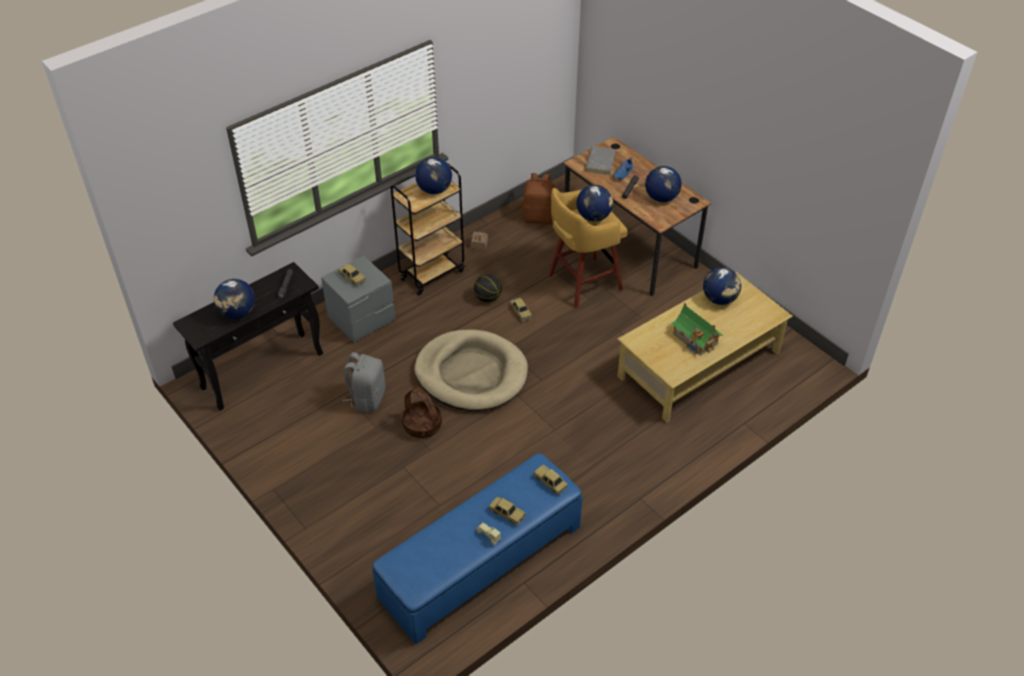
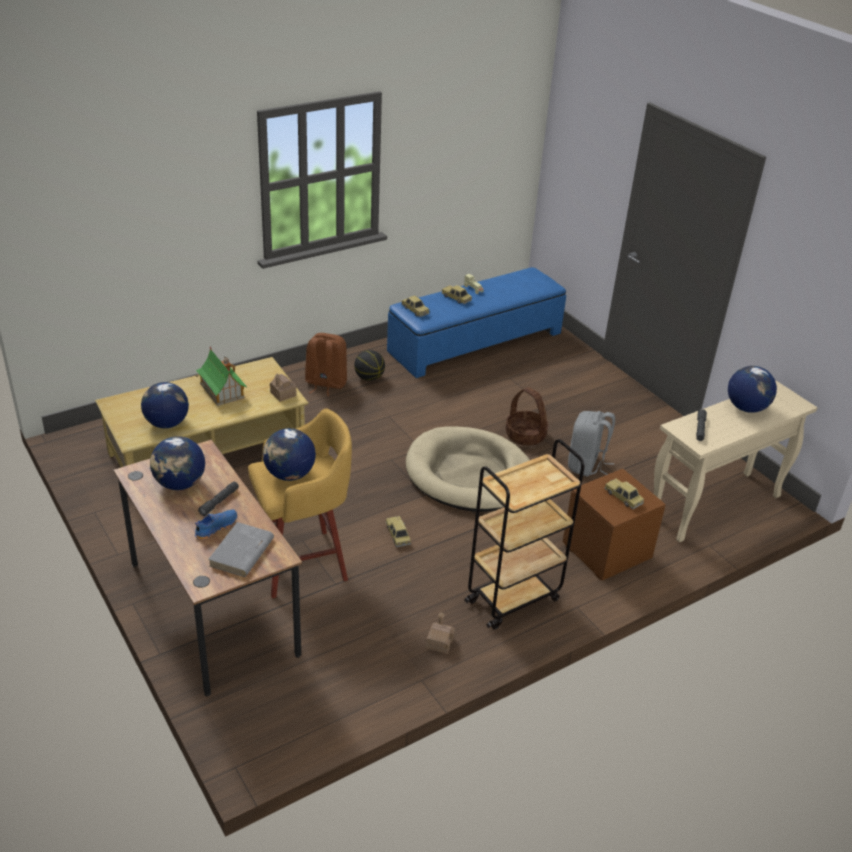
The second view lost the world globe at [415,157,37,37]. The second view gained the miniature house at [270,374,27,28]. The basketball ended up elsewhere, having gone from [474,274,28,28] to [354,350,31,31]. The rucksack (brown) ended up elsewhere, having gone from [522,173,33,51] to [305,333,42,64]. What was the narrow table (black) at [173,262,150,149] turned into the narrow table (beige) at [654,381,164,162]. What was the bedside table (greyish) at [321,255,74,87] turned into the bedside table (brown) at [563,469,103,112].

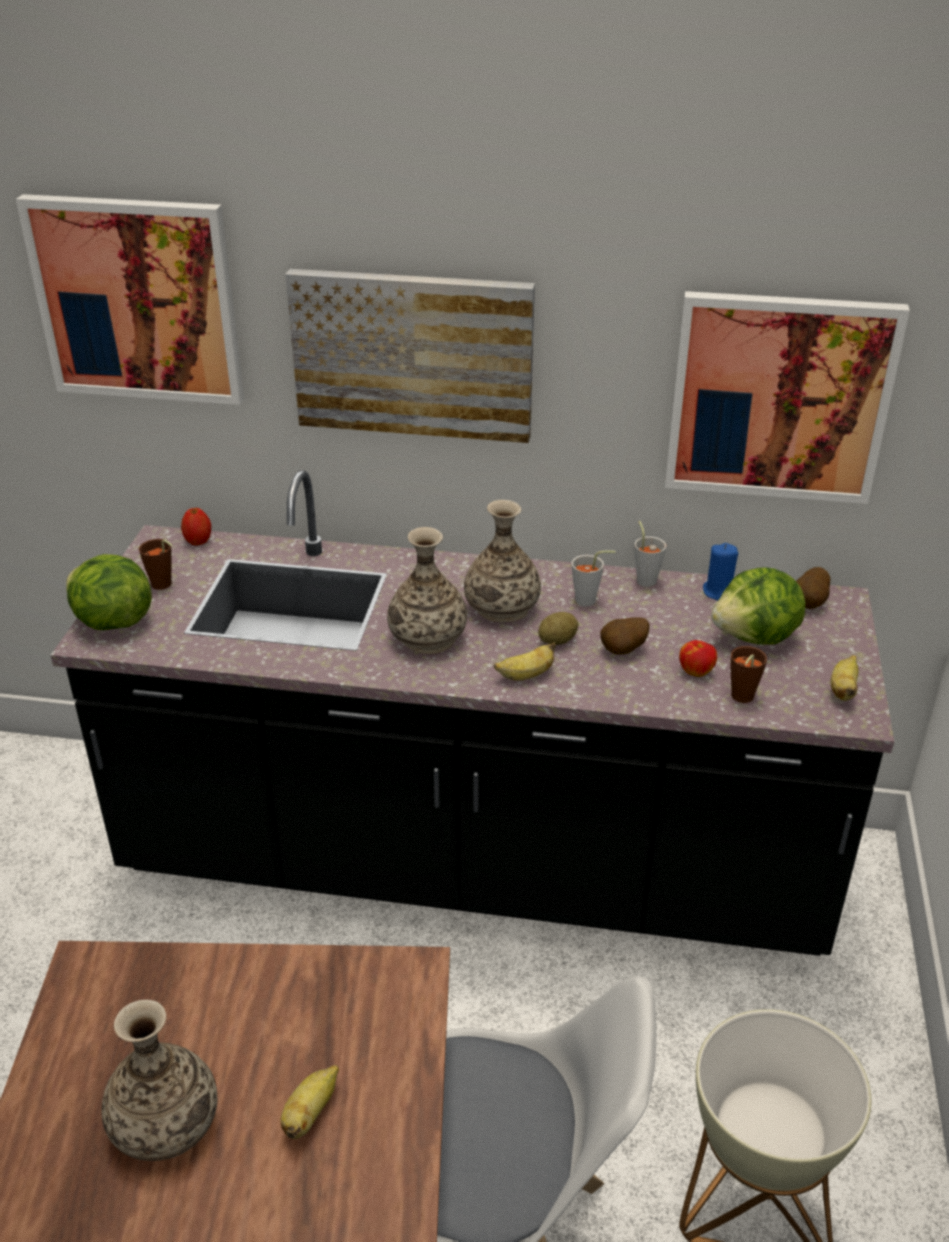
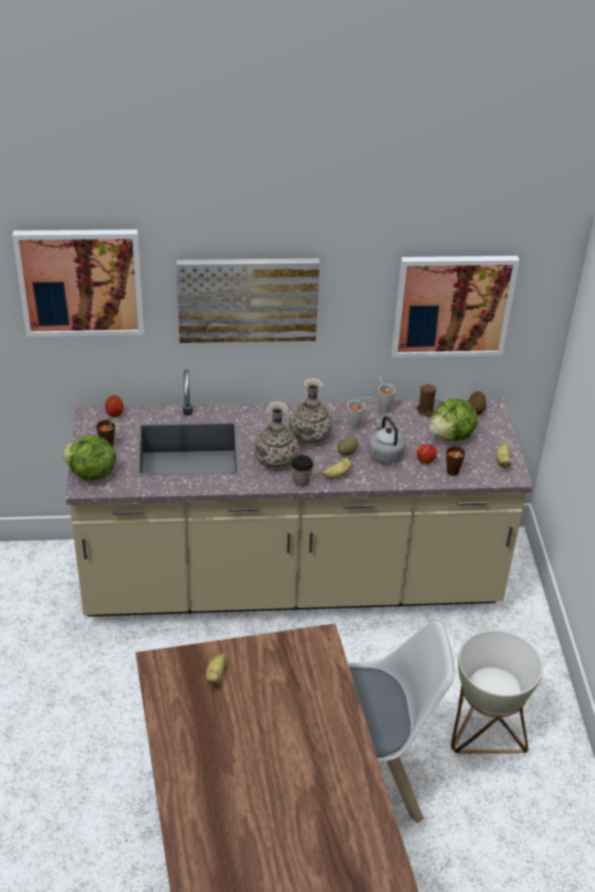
The second view lost the flower vase at [102,1000,115,161]. The second view gained the drinking cup at [291,455,22,32]. The banana ended up elsewhere, having gone from [280,1065,59,74] to [206,653,19,33]. Where the potato stood at [600,617,50,38], the kettle (greyish) came to stand at [368,416,37,48]. What was the kitchen counter (black) at [51,470,843,486] turned into the kitchen counter (beige) at [66,370,467,247]. What was the wax light (blue-coloured) at [703,543,35,58] turned into the wax light (brown) at [416,384,20,33].

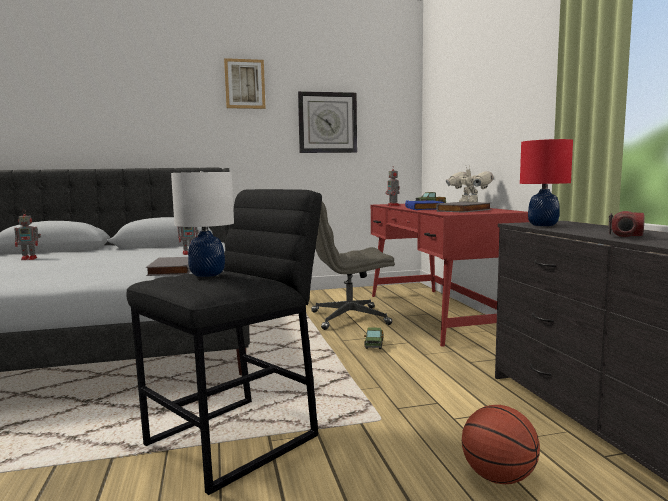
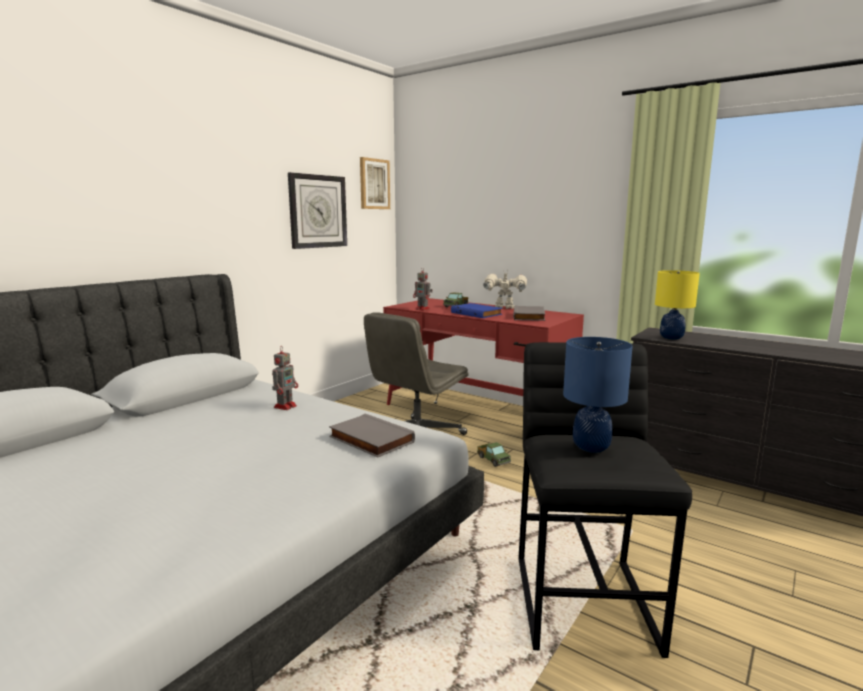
The second view lost the toy robot at [14,211,27,49]. The second view lost the basketball at [462,405,78,79]. The second view lost the torch at [608,211,37,26]. The wall picture ended up elsewhere, having gone from [224,58,41,51] to [360,157,30,52]. What was the lamp for a table (white) at [171,171,63,106] turned into the lamp for a table (blue-coloured) at [563,337,70,116]. What was the lamp for a table (reddish) at [520,139,53,87] turned into the lamp for a table (yellowish) at [655,270,45,70].

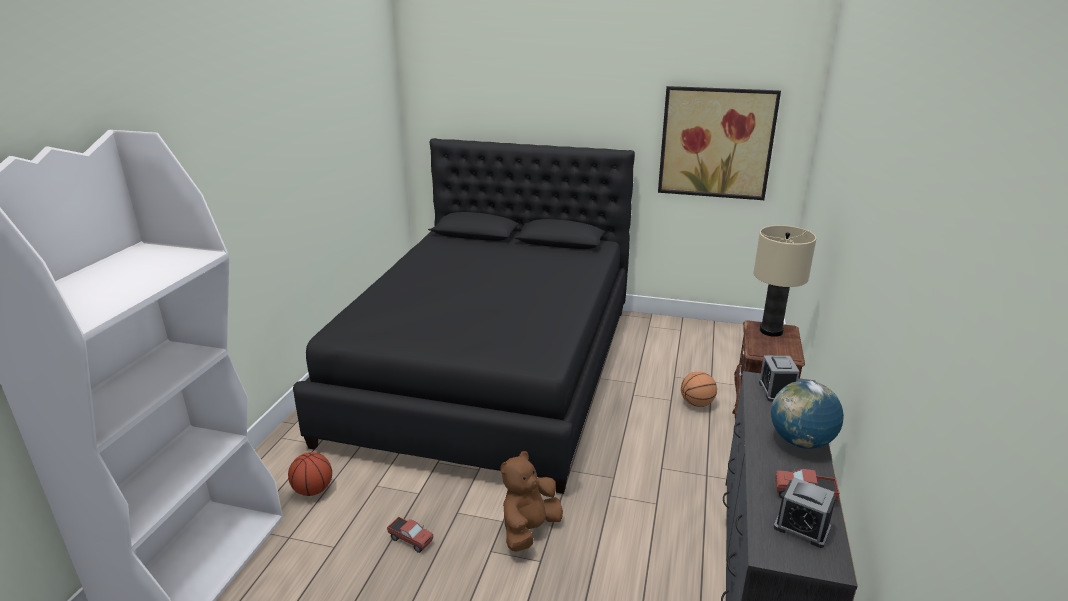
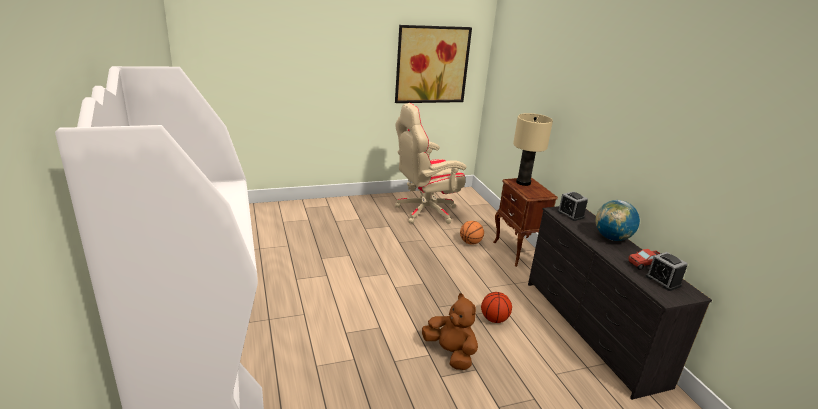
The second view lost the bedroom bed (black) at [293,138,342,356]. The second view lost the toy truck at [387,516,46,37]. The second view gained the desk chair (beige) at [395,103,72,121]. The basketball ended up elsewhere, having gone from [288,452,44,44] to [481,292,31,31]. The cuddly toy (brown) at [500,451,63,101] ended up facing another way, 135 degrees clockwise from before. The bedside clock at [774,477,62,71] ended up facing another way, 60 degrees clockwise from before.

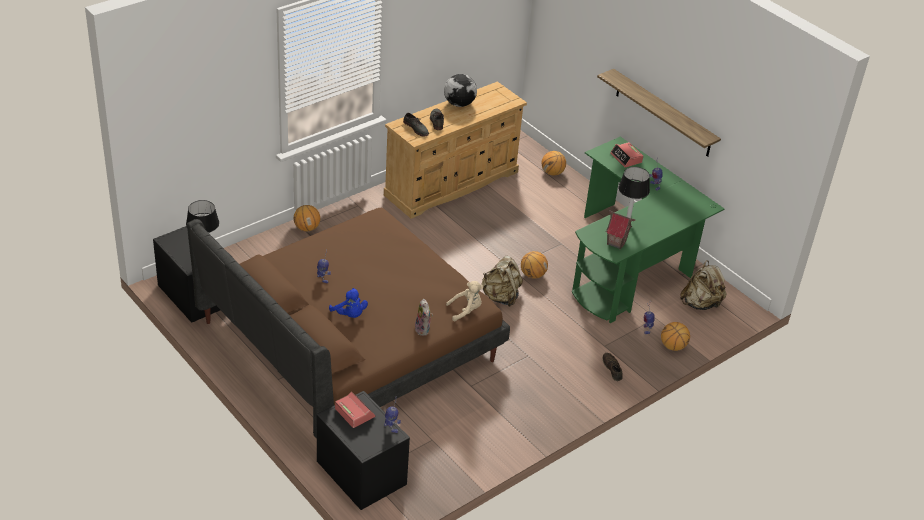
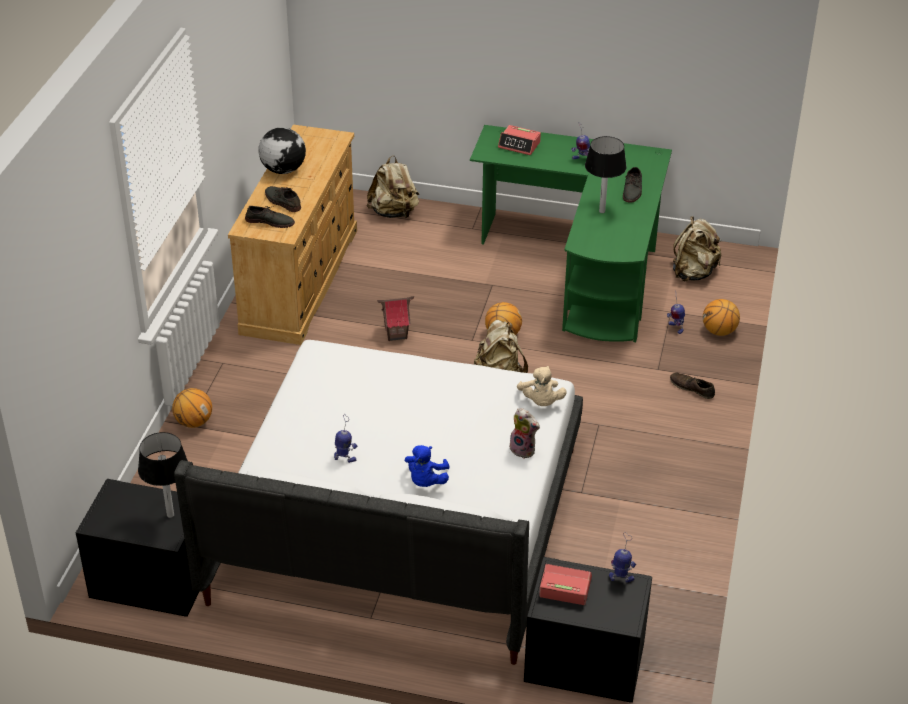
The second view lost the wall shelf at [597,69,124,88]. The second view gained the shoe (greyish) at [623,167,19,35]. The miniature house ended up elsewhere, having gone from [606,210,29,39] to [377,296,37,45]. Where the basketball stood at [542,151,24,25], the rucksack (beige) came to stand at [367,155,52,63]. What was the bedroom bed (brown) at [187,208,323,231] turned into the bedroom bed (white) at [174,340,409,325]. The cuddly toy (blue-coloured) at [329,288,39,30] ended up facing another way, 90 degrees clockwise from before. The cuddly toy (beige) at [446,281,37,40] ended up facing another way, 135 degrees clockwise from before.

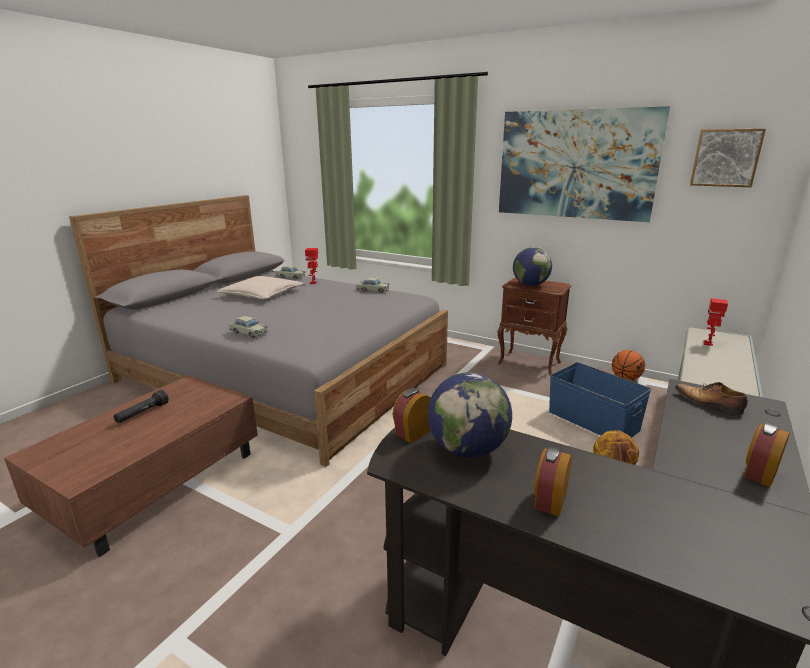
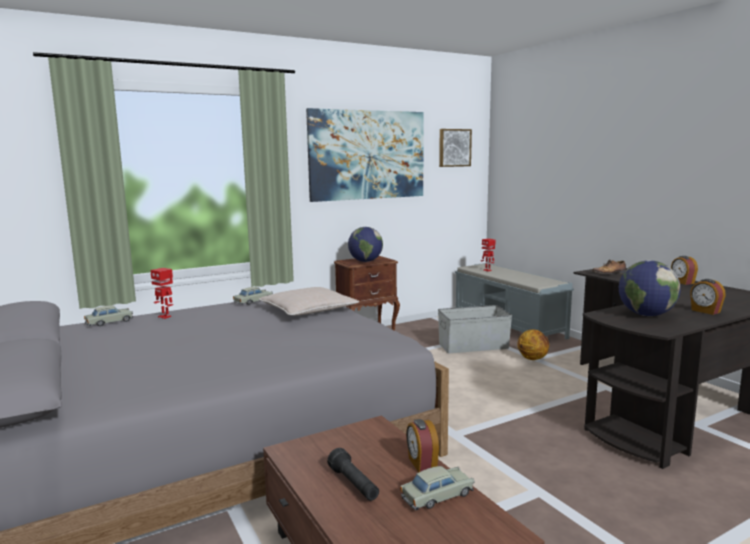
The second view lost the basketball at [612,350,33,30]. The cushion (beige) ended up elsewhere, having gone from [217,276,86,23] to [259,287,100,29]. The model car (beige) ended up elsewhere, having gone from [229,316,39,22] to [400,466,74,44]. The bedside clock ended up elsewhere, having gone from [393,388,38,55] to [406,419,33,54]. What was the storage container (blue-coloured) at [549,362,102,76] turned into the storage container (greyish) at [438,305,74,48].

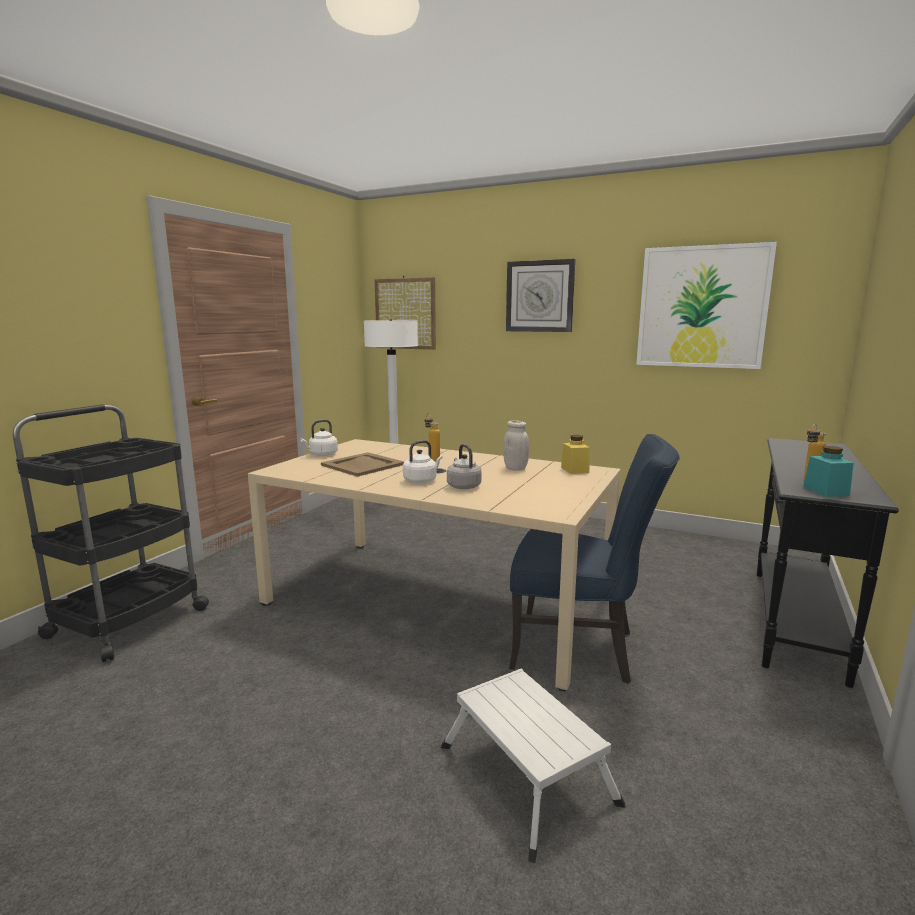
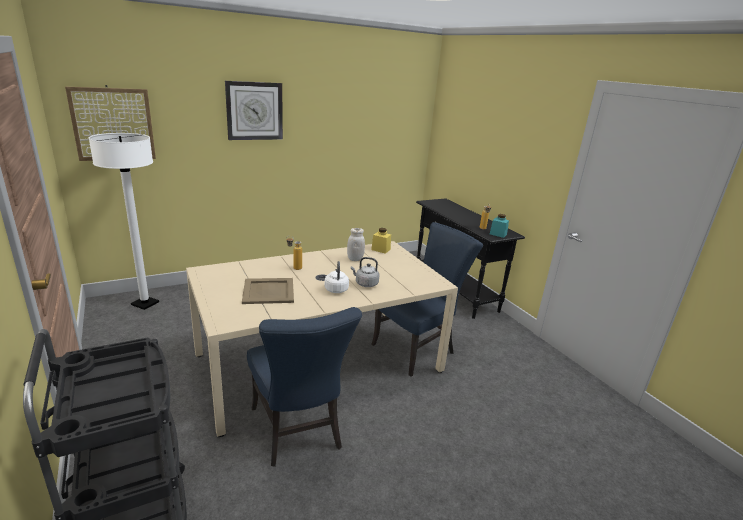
The second view lost the kettle (white) at [301,420,37,36]. The second view lost the step ladder (white) at [441,668,184,195]. The second view lost the wall picture at [636,242,141,127]. The second view gained the upright chair (blue-coloured) at [247,307,115,160].

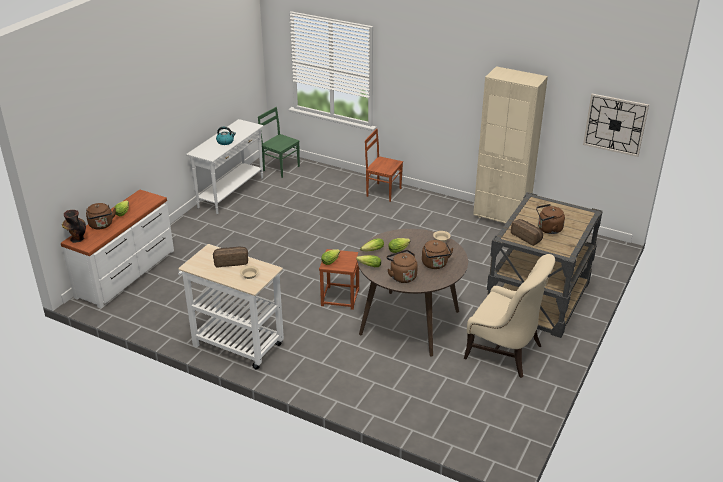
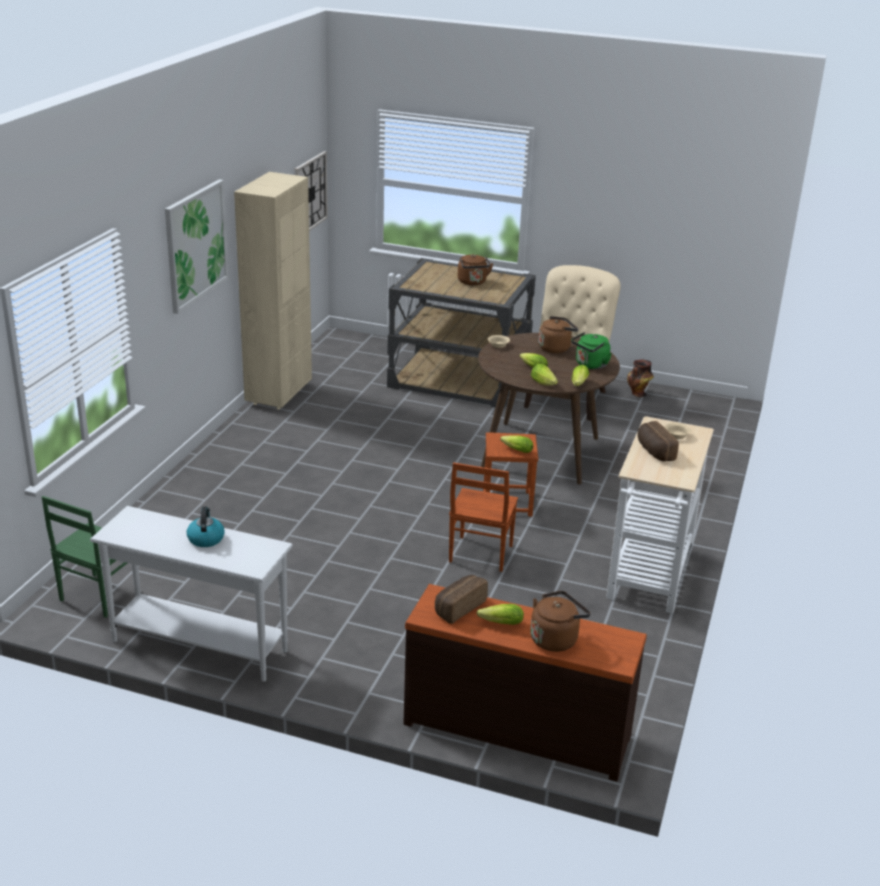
The second view gained the wall picture at [165,179,64,135]. The flower vase ended up elsewhere, having gone from [62,210,24,33] to [627,359,27,38]. The upright chair (brown) ended up elsewhere, having gone from [365,128,38,74] to [449,462,69,110]. The bread ended up elsewhere, having gone from [511,219,32,27] to [435,575,53,49]. What was the chest of drawers (white) at [61,190,113,119] turned into the chest of drawers (brown) at [403,584,244,198]. What was the kettle (brown) at [386,250,32,33] turned into the kettle (greenish) at [571,332,41,37].

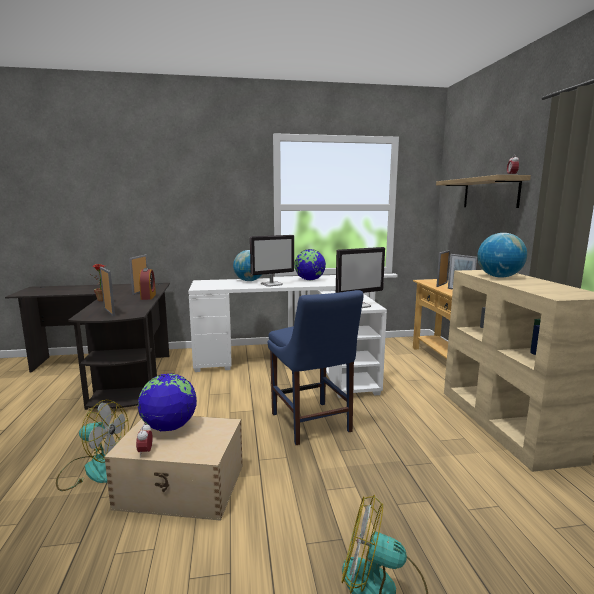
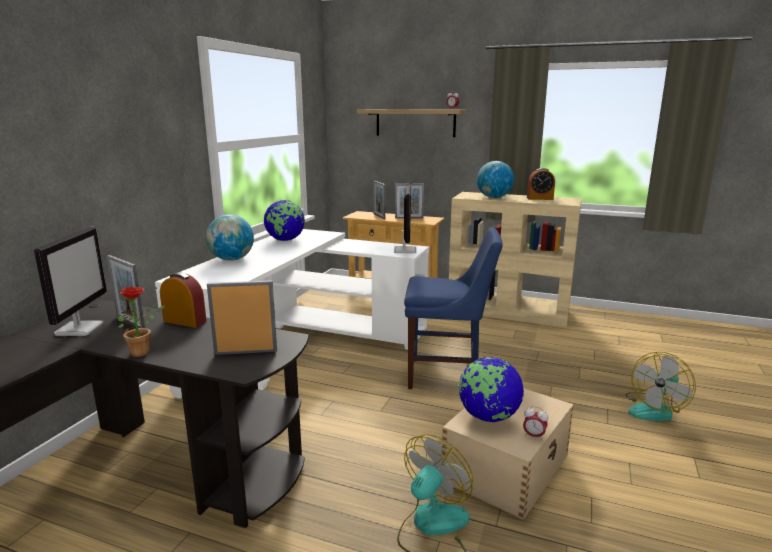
The second view gained the bedside clock at [527,168,28,32]. The computer screen ended up elsewhere, having gone from [250,235,44,52] to [34,227,73,109].

